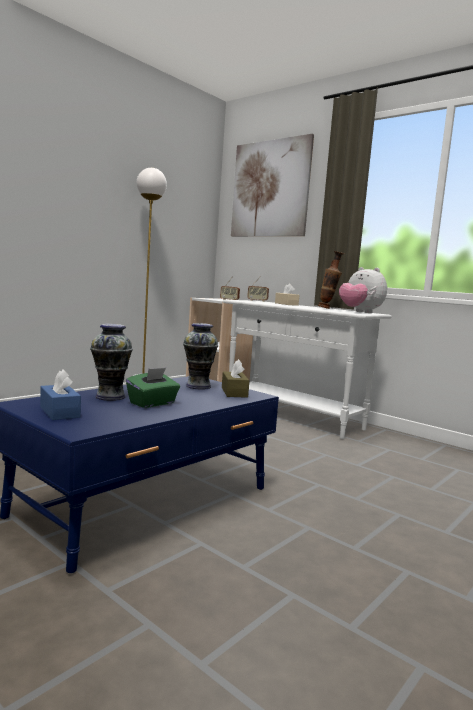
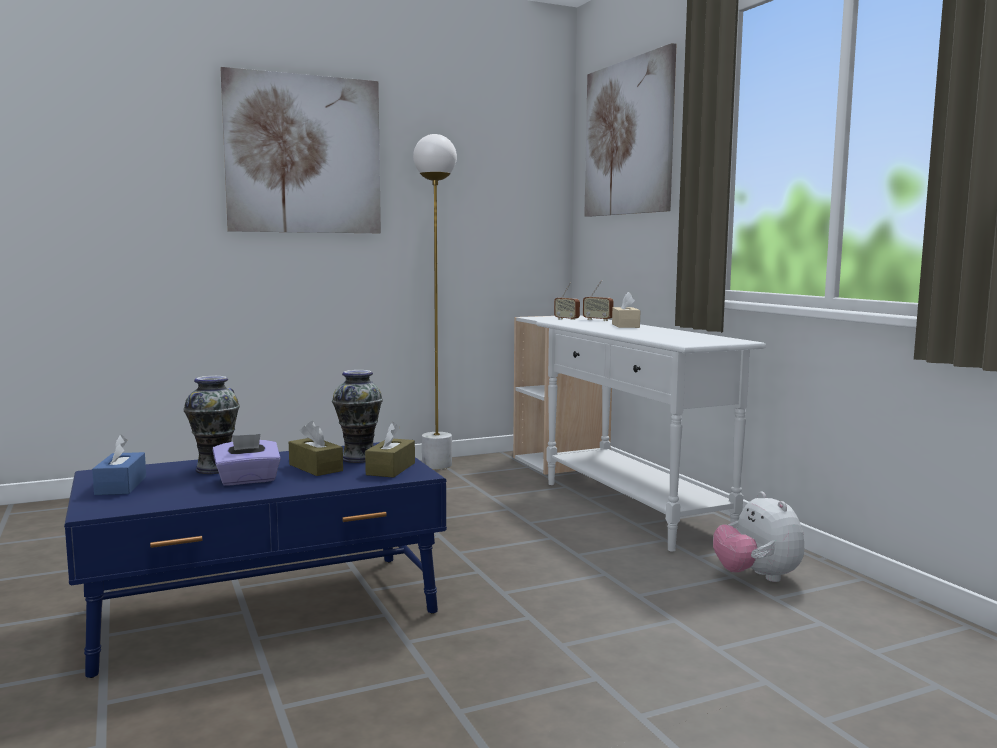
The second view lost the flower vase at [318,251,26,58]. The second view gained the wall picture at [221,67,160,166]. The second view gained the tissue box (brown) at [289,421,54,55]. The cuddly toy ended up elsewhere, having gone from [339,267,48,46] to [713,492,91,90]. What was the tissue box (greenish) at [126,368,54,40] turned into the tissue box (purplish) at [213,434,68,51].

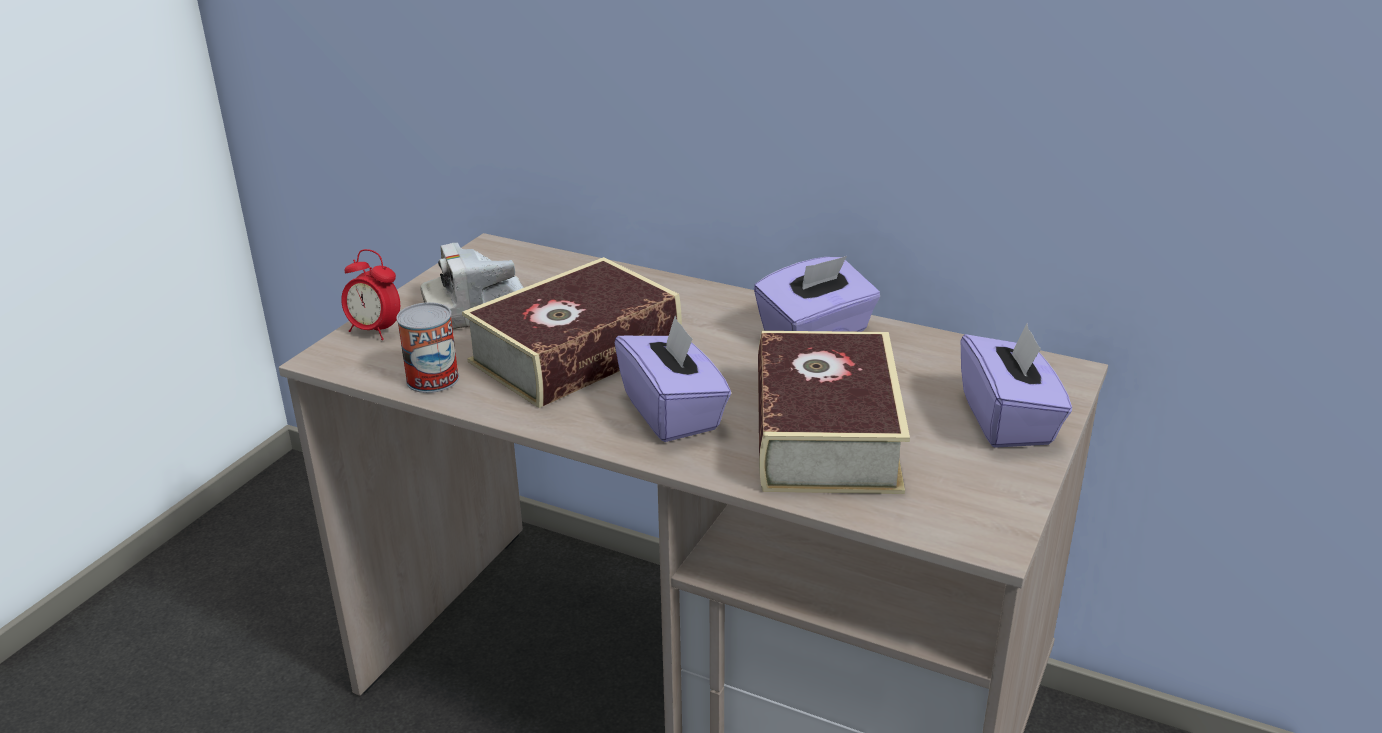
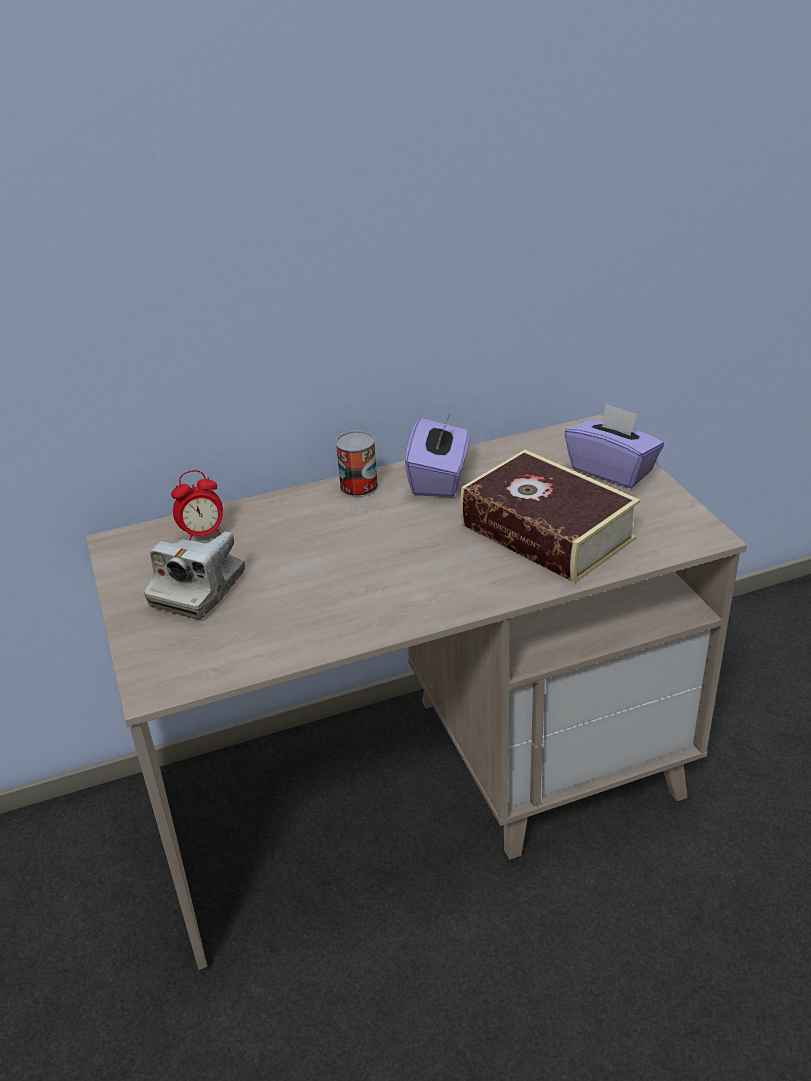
The second view lost the volume at [462,257,220,151]. The second view lost the tissue box (purplish) at [615,316,116,126]. The bedside clock ended up elsewhere, having gone from [341,249,59,91] to [171,470,52,70]. The can ended up elsewhere, having gone from [396,302,63,91] to [335,431,43,66].

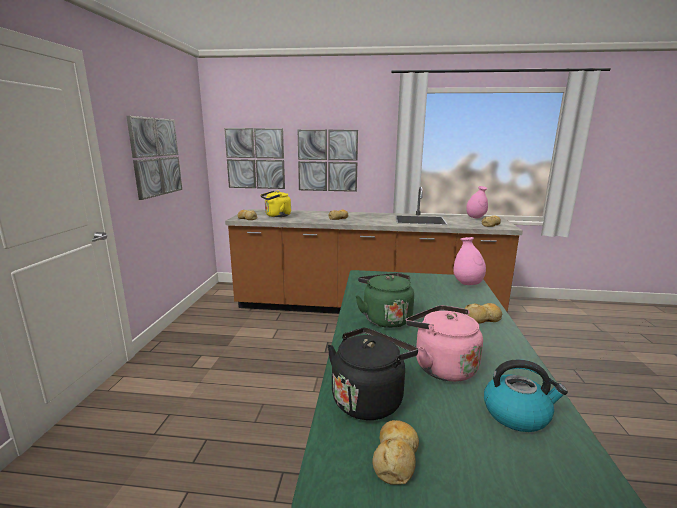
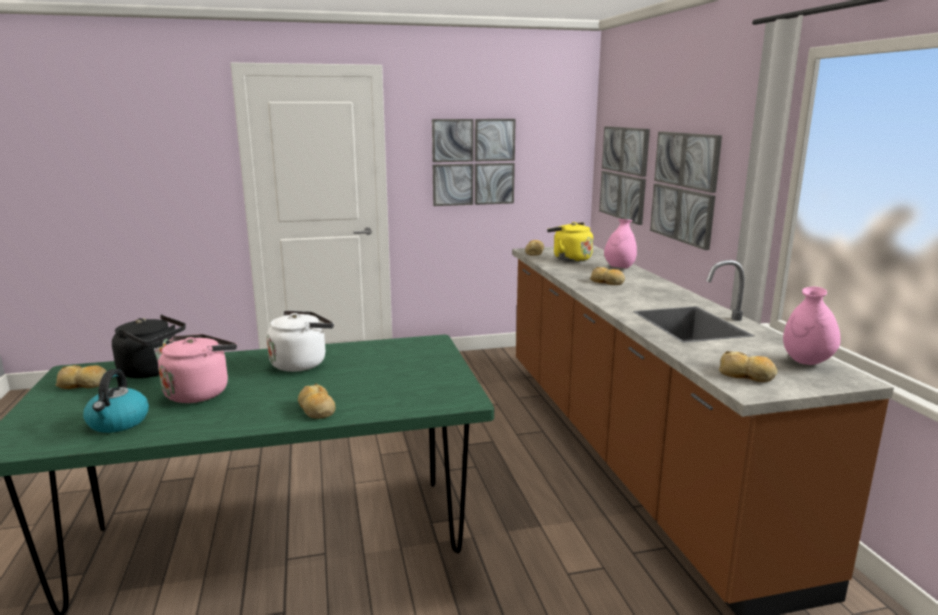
The flower vase (pink-coloured) ended up elsewhere, having gone from [453,237,33,48] to [604,219,33,49]. What was the kettle (greenish) at [356,273,58,55] turned into the kettle (white) at [267,311,67,61].

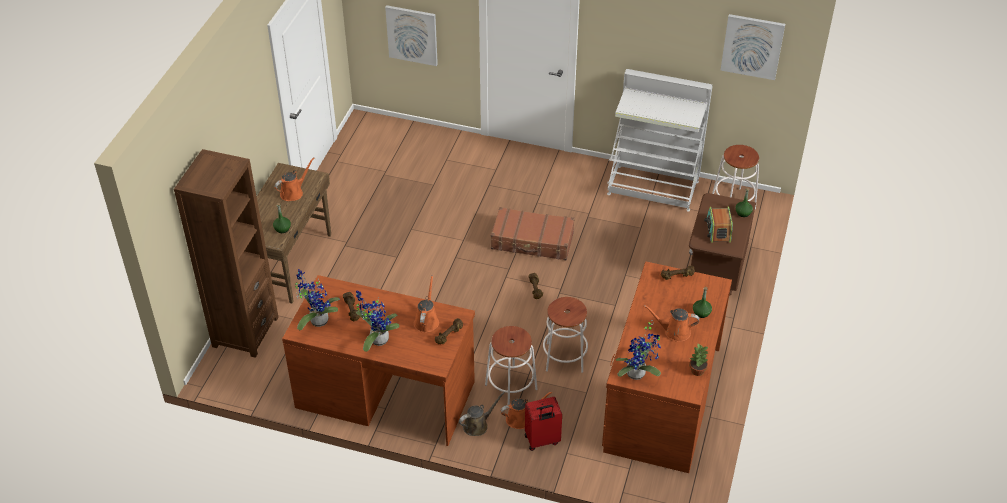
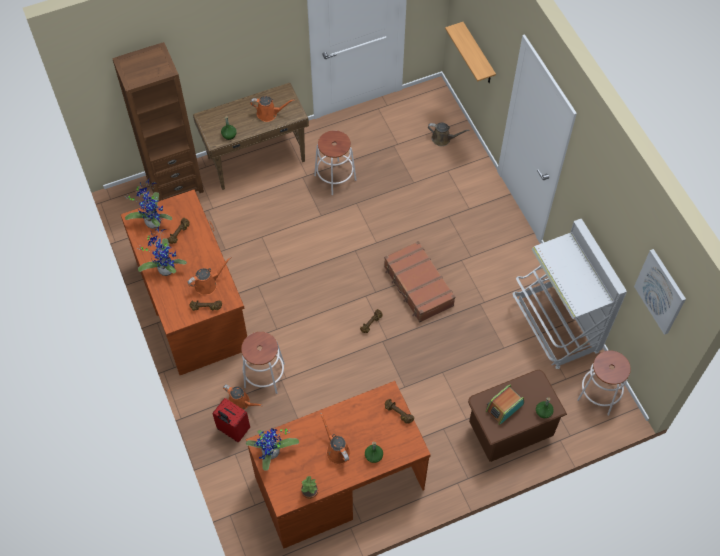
The watering pot (brown) ended up elsewhere, having gone from [459,392,46,44] to [428,122,41,24]. The stool (white) ended up elsewhere, having gone from [543,297,45,76] to [314,130,42,65]. Where the wall picture hung at [385,5,53,61], the wall shelf came to hang at [445,22,51,61].

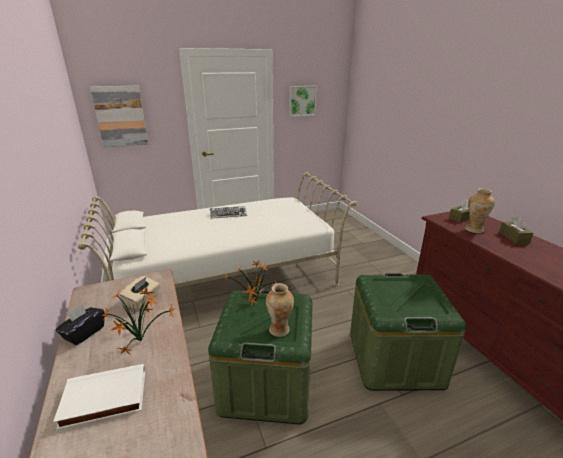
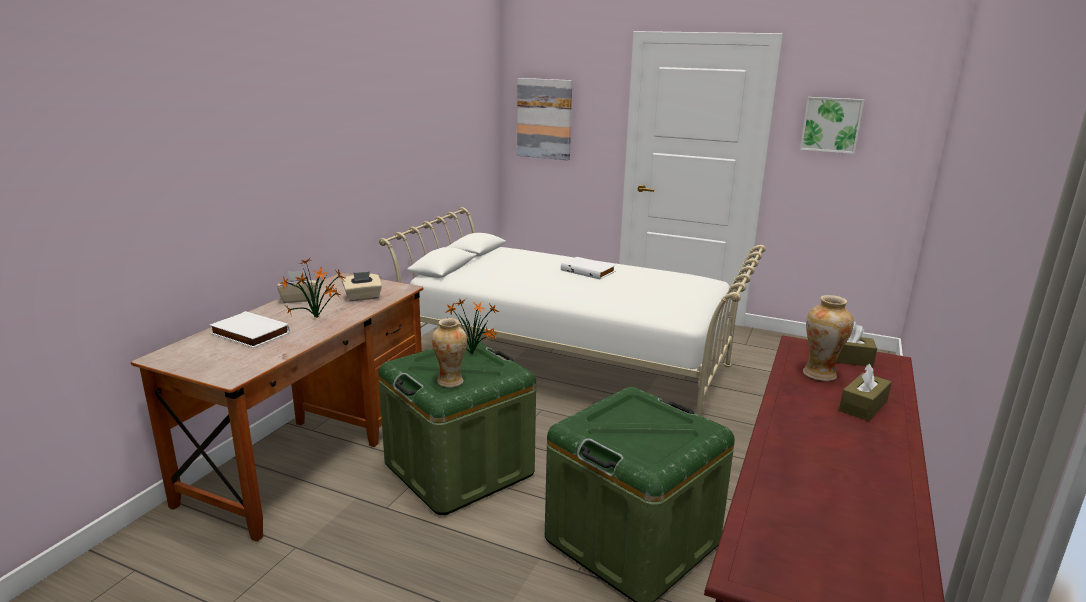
Where the PC keyboard stood at [210,206,37,13], the volume (white) came to stand at [561,257,55,22]. What was the tissue box (black) at [55,304,49,42] turned into the tissue box (beige) at [277,271,39,32].

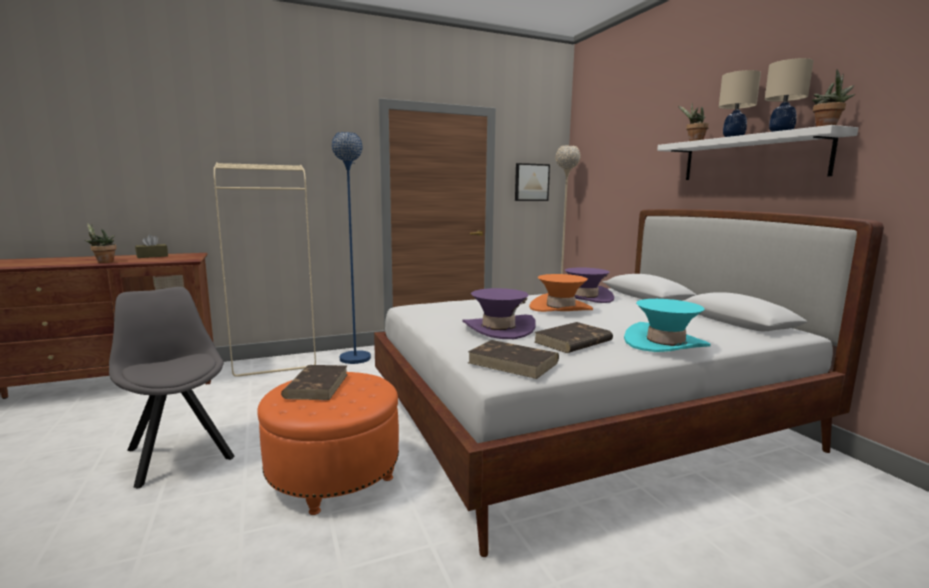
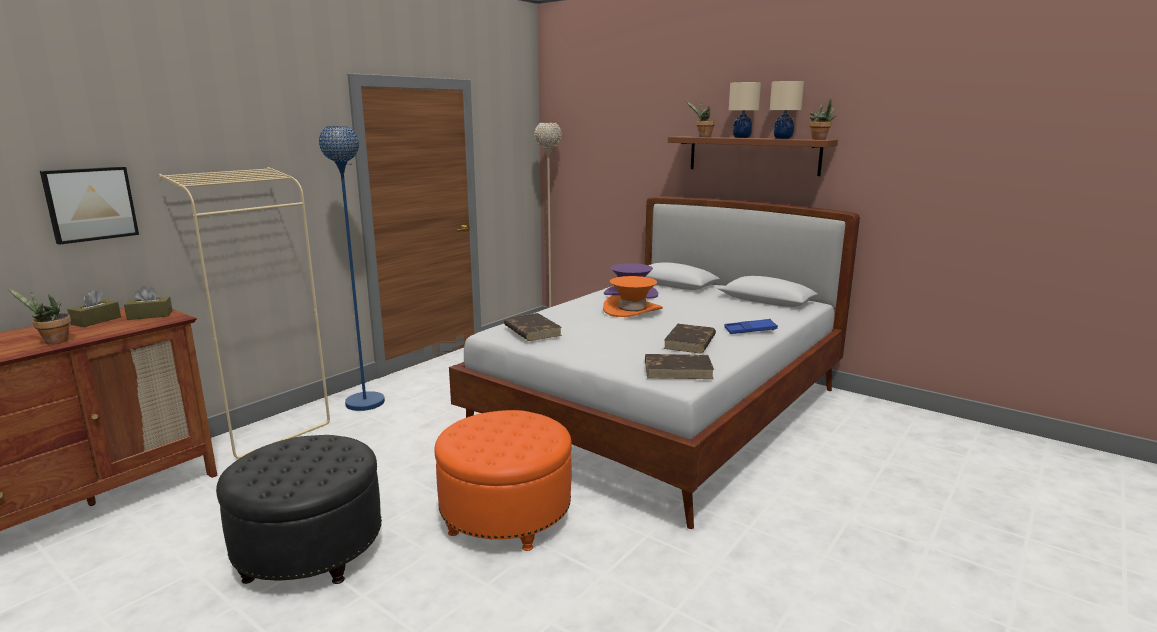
The second view lost the clothing hat (purplish) at [462,288,73,51]. The second view gained the tissue box (brown) at [124,286,49,34]. The volume (brown) ended up elsewhere, having gone from [281,365,67,35] to [504,313,58,28]. The wall picture ended up elsewhere, having gone from [515,163,35,38] to [40,167,99,78]. Where the upright chair (greyish) stood at [109,287,126,202], the footrest (black) came to stand at [216,435,166,149]. Where the clothing hat (turquoise) stood at [624,299,87,53], the carrying tray (blue-coloured) came to stand at [724,319,54,15]. What was the wall shelf (white) at [657,125,201,55] turned into the wall shelf (brown) at [668,136,170,40].

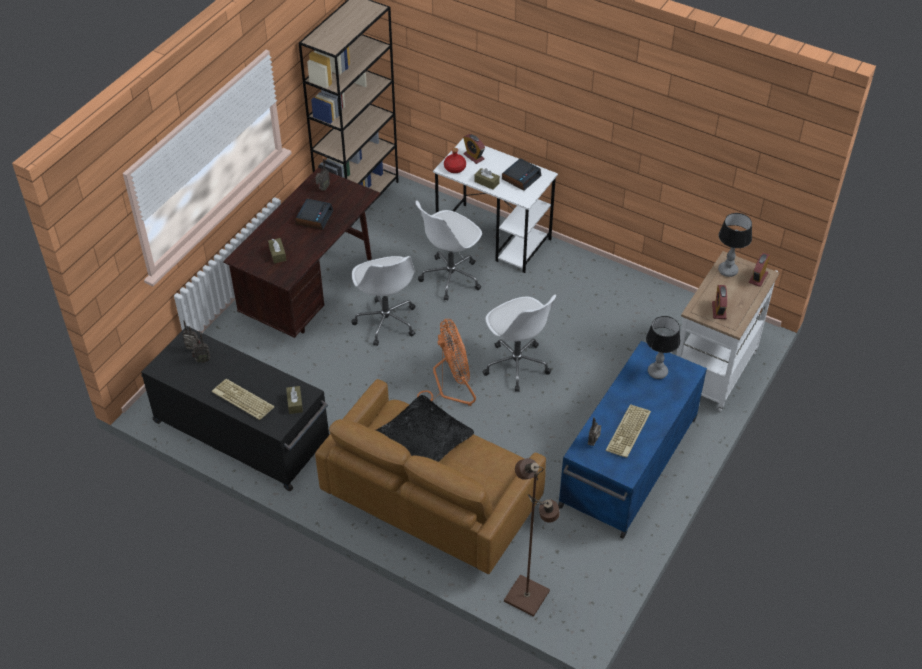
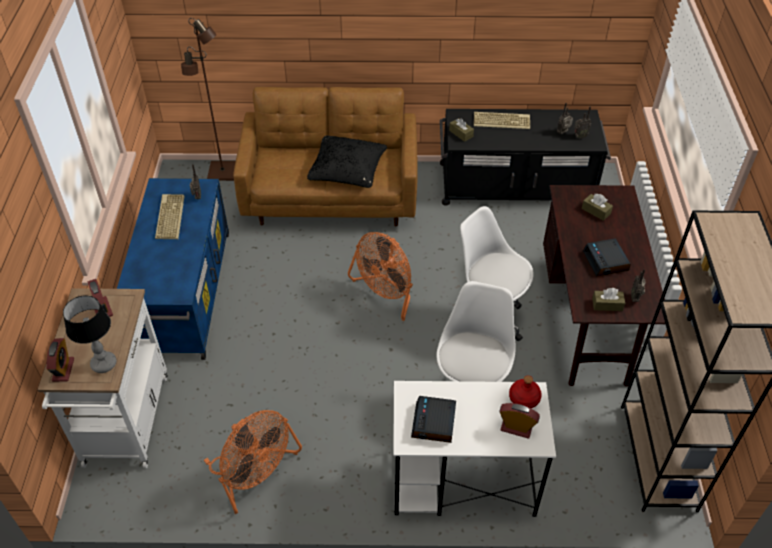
The second view lost the desk chair (white) at [483,295,73,97]. The second view lost the lamp for a table at [646,316,34,63]. The second view gained the fan (orange) at [204,410,98,104]. The tissue box (brown) ended up elsewhere, having gone from [474,168,26,22] to [592,288,33,23].

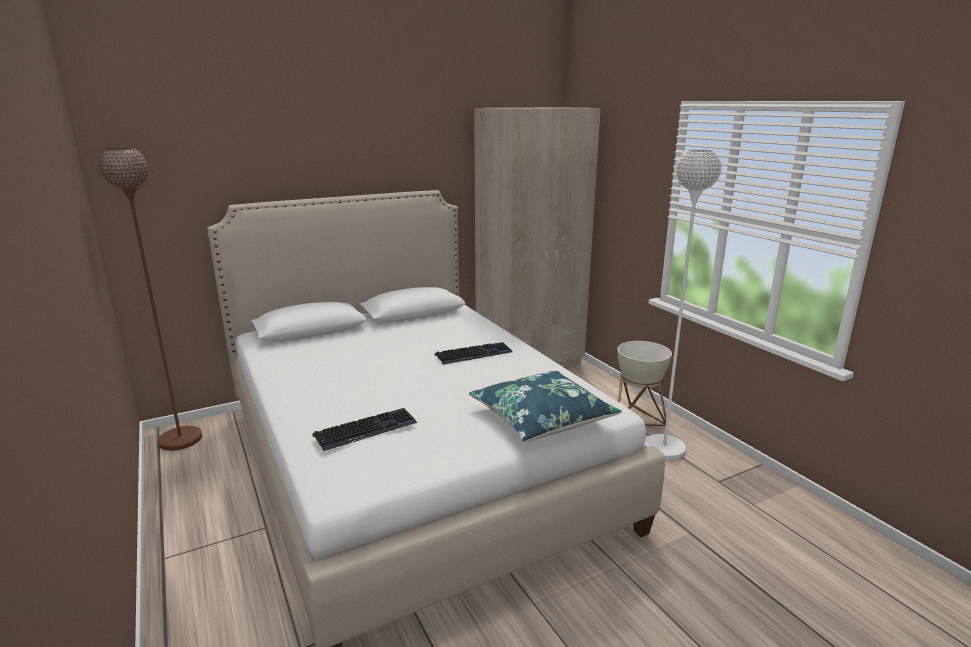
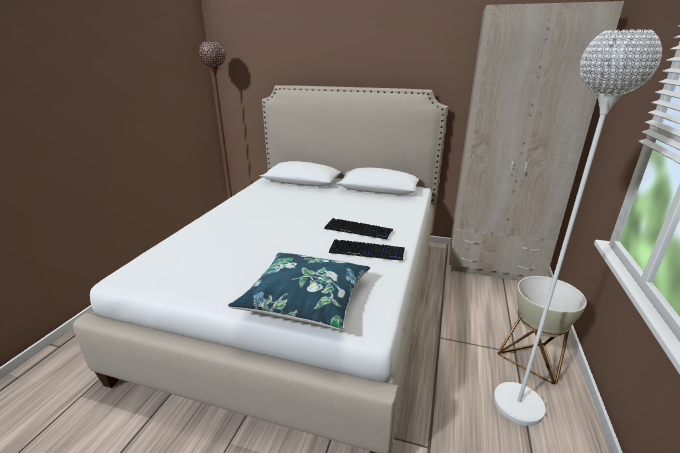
The PC keyboard ended up elsewhere, having gone from [312,408,105,43] to [329,239,76,22].

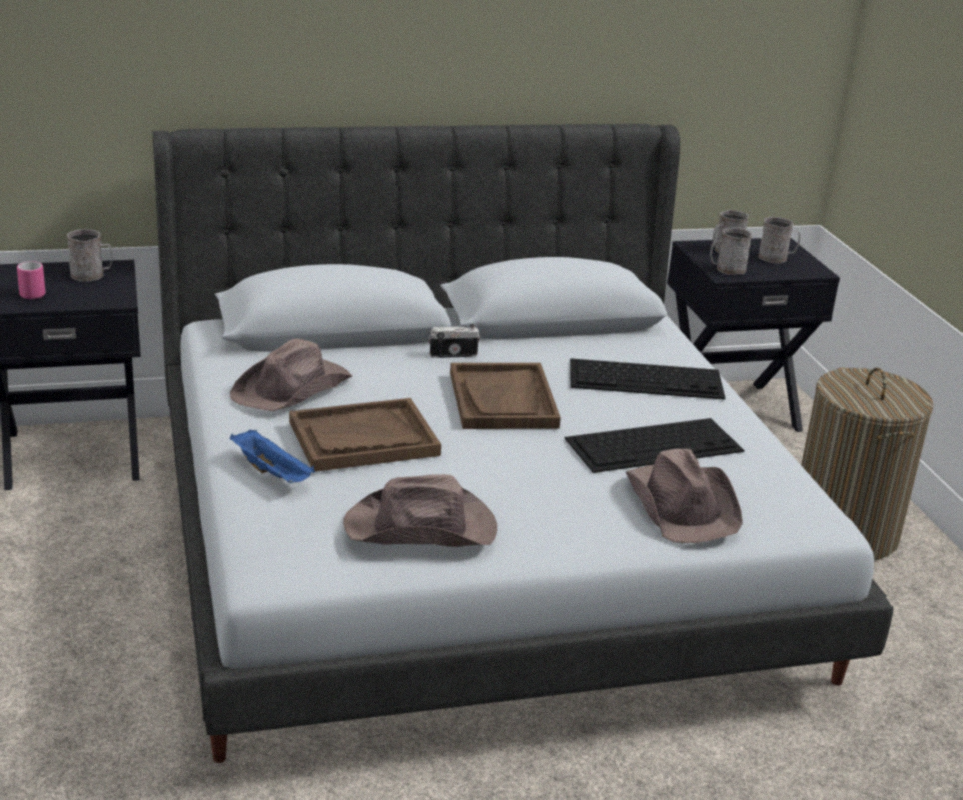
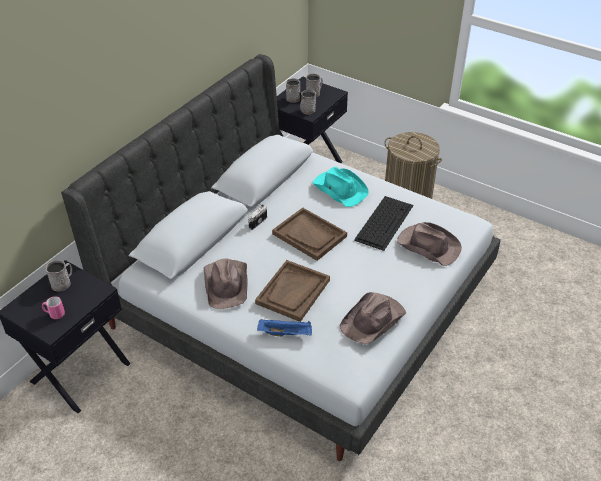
Where the PC keyboard stood at [570,358,155,42], the clothing hat (turquoise) came to stand at [313,167,55,40].

